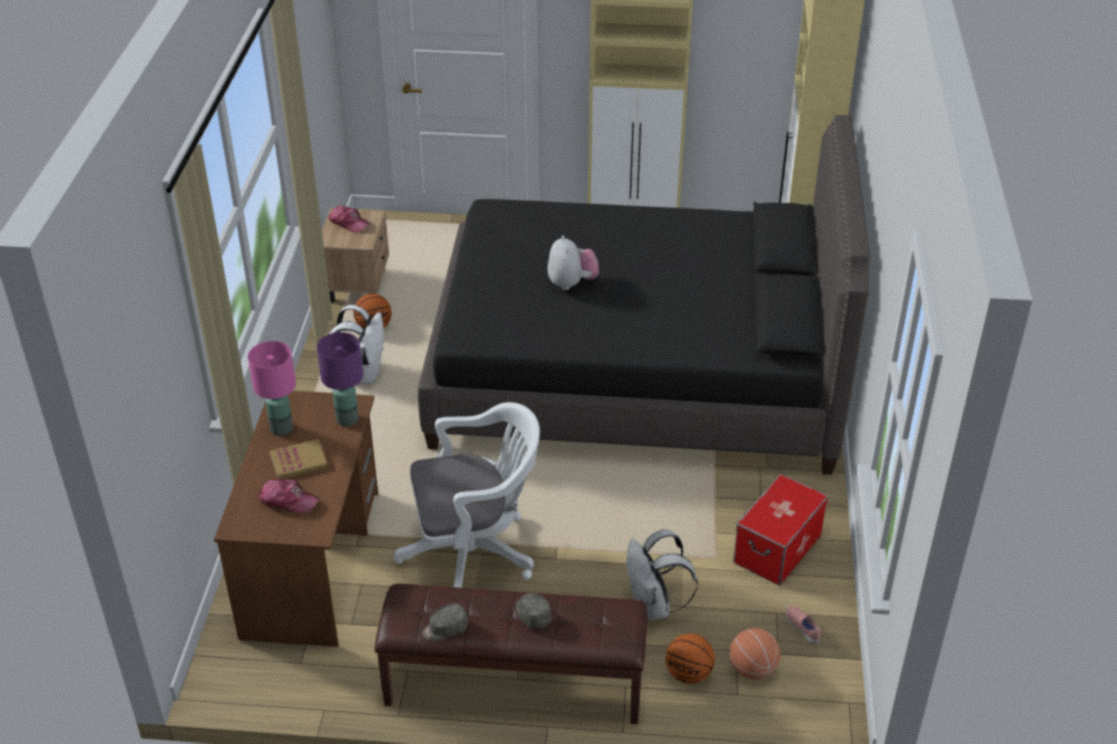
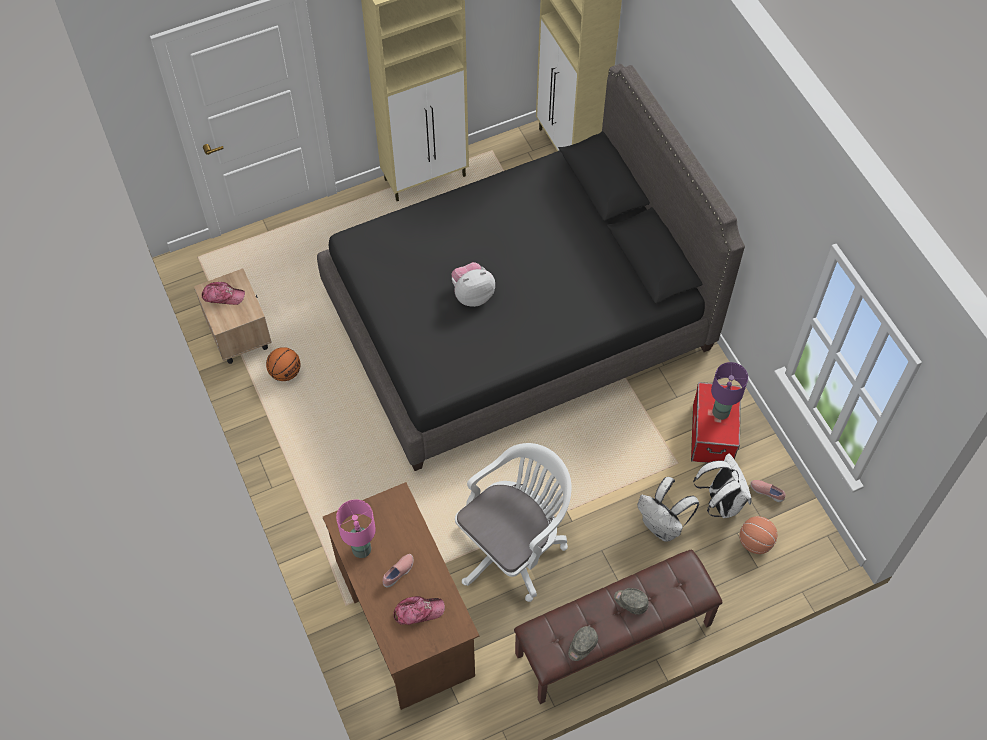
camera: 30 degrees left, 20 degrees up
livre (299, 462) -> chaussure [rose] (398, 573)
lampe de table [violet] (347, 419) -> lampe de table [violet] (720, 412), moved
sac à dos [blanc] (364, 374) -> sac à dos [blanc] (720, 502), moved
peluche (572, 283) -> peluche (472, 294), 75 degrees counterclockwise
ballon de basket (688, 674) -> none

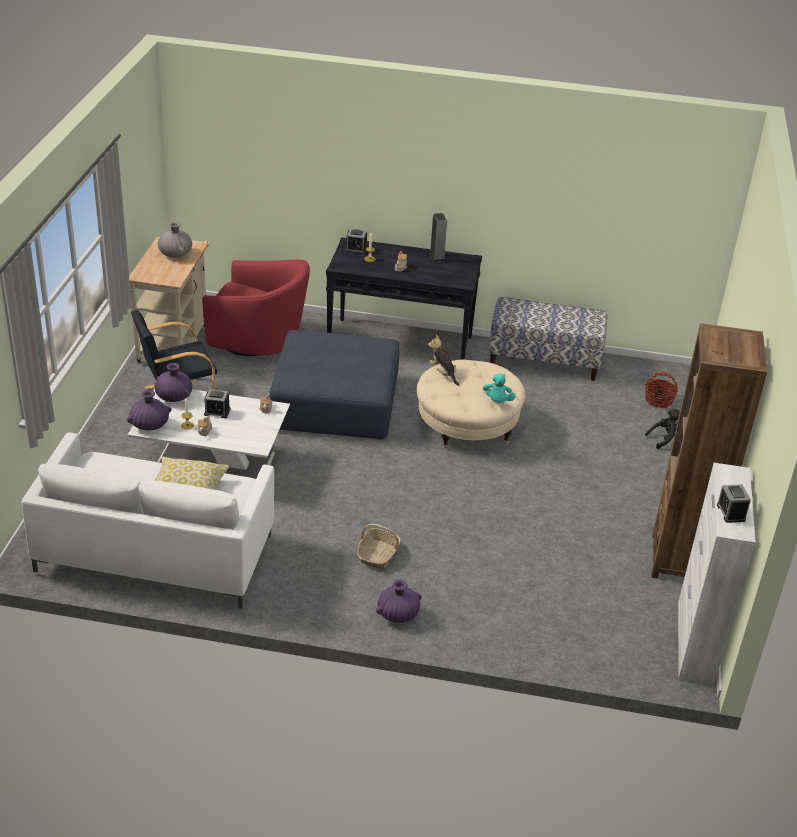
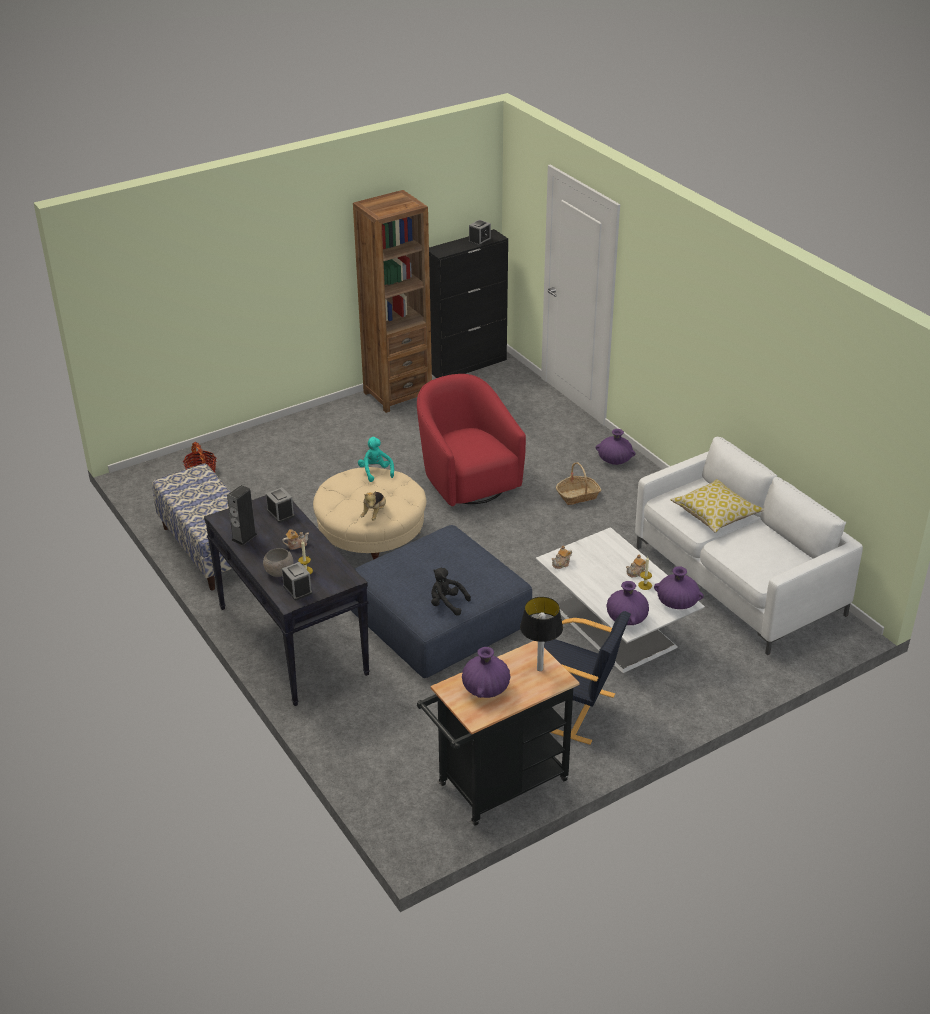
camera: 130 degrees left, 0 degrees up
chariot [beige] (175, 342) -> chariot [noir] (496, 786)
vase [gris] (175, 254) -> vase [violet] (485, 689)
fauteuil [rouge] (258, 341) -> fauteuil [rouge] (467, 480), moved
réveil (217, 412) -> réveil (280, 513), moved
peluche [turquoise] (497, 401) -> peluche [turquoise] (375, 471), 75 degrees counterclockwise
peluche [noir] (664, 439) -> peluche [noir] (447, 604), moved
meuble de rangement [blanc] (695, 642) -> meuble de rangement [noir] (468, 365)
none -> bol [gris] (279, 571)
none -> lampe de table (540, 668)

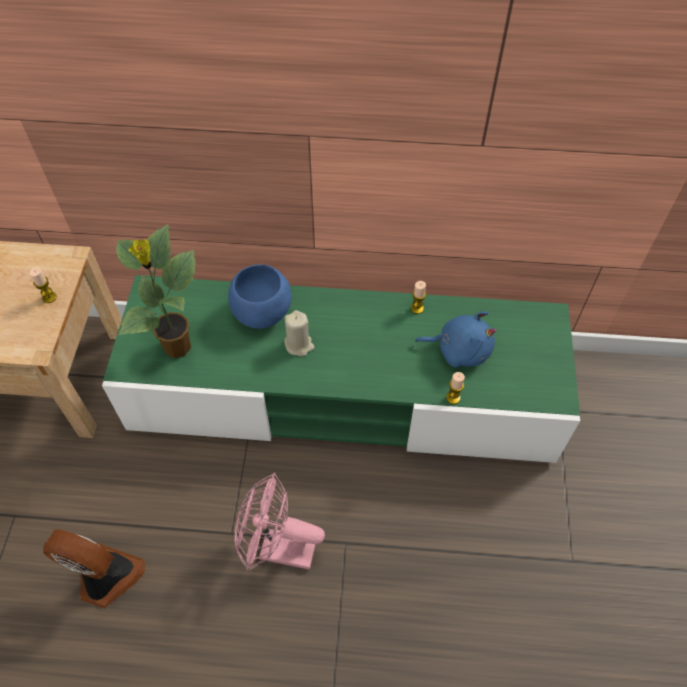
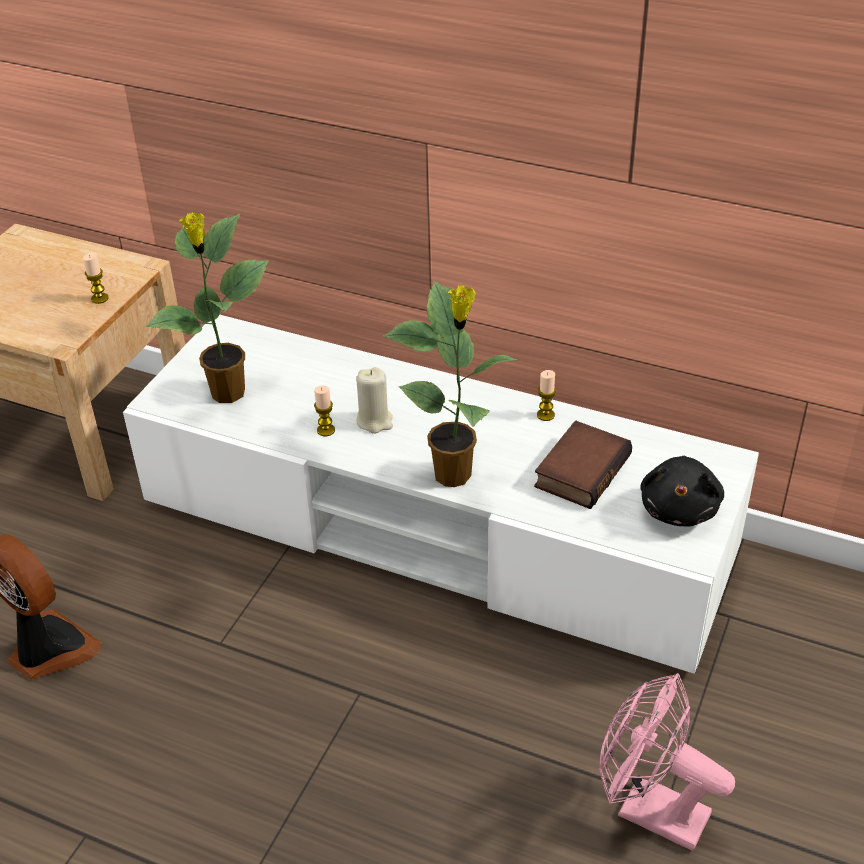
camera: 20 degrees right, 15 degrees down
meuble télé [vert] (343, 393) -> meuble télé [blanc] (434, 526)
bol [bleu] (263, 312) -> none
ventilateur [rose] (278, 549) -> ventilateur [rose] (649, 811), moved
peluche [bleu] (459, 350) -> livre (580, 470)
bougie (453, 398) -> bougie (326, 430), moved
none -> plante en pot (455, 475)
none -> peluche [noir] (679, 508)

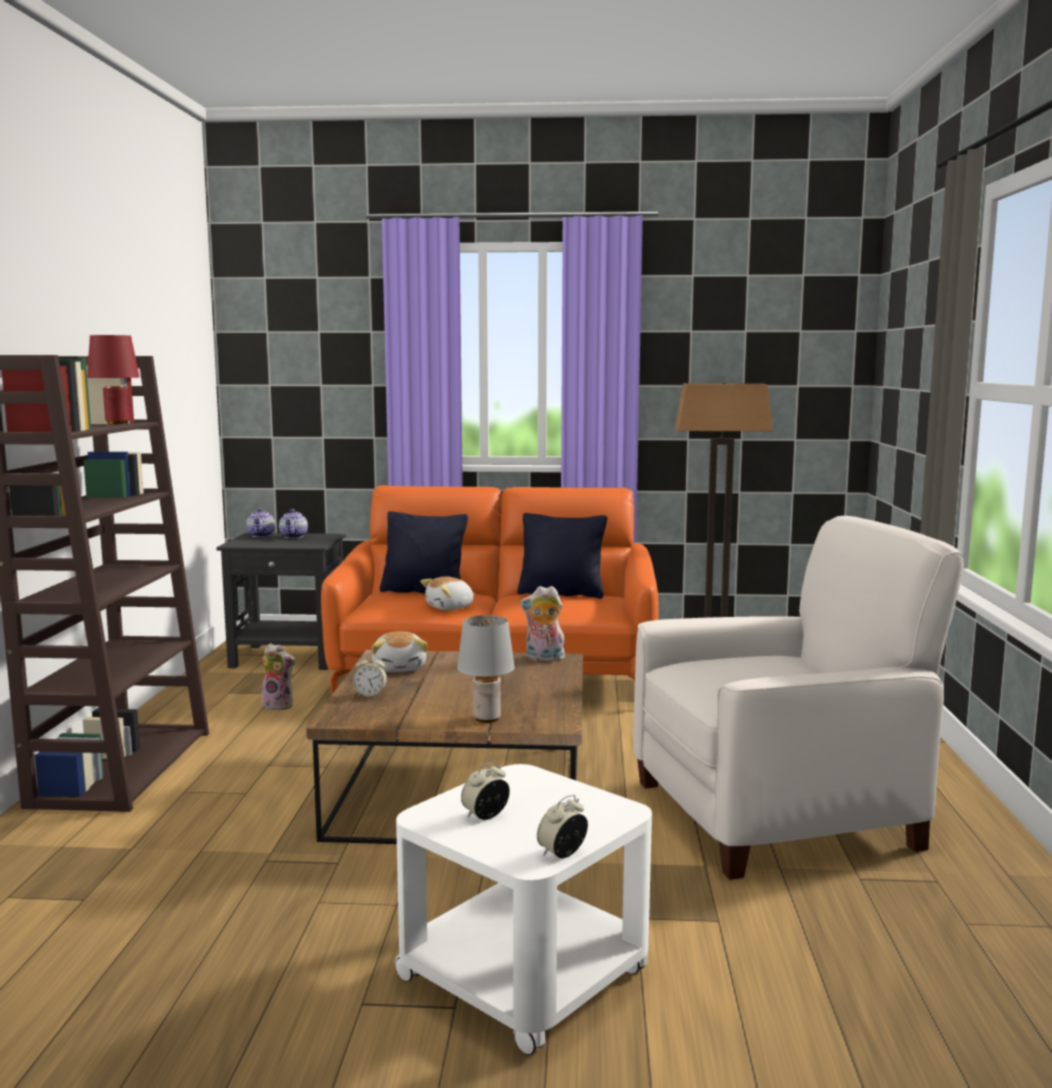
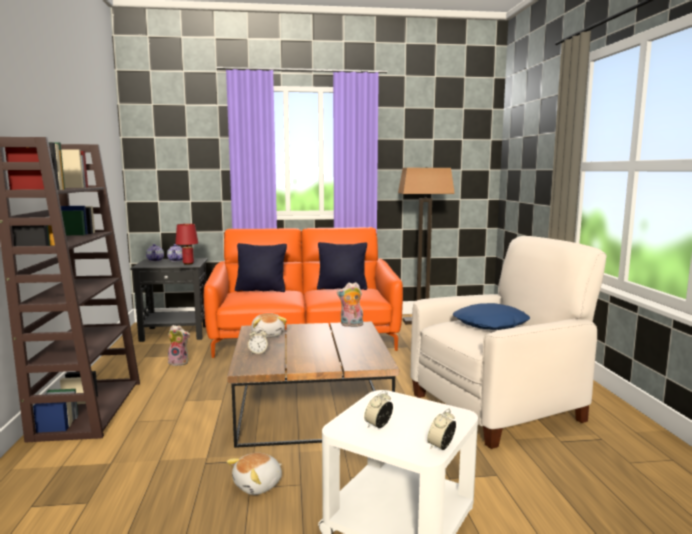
camera: 10 degrees left, 0 degrees up
lampe de table [rouge] (118, 423) -> lampe de table [rouge] (188, 263), moved
peluche (450, 607) -> peluche (258, 485), moved
lampe de table [gris] (487, 719) -> none
none -> coussin [bleu] (491, 324)

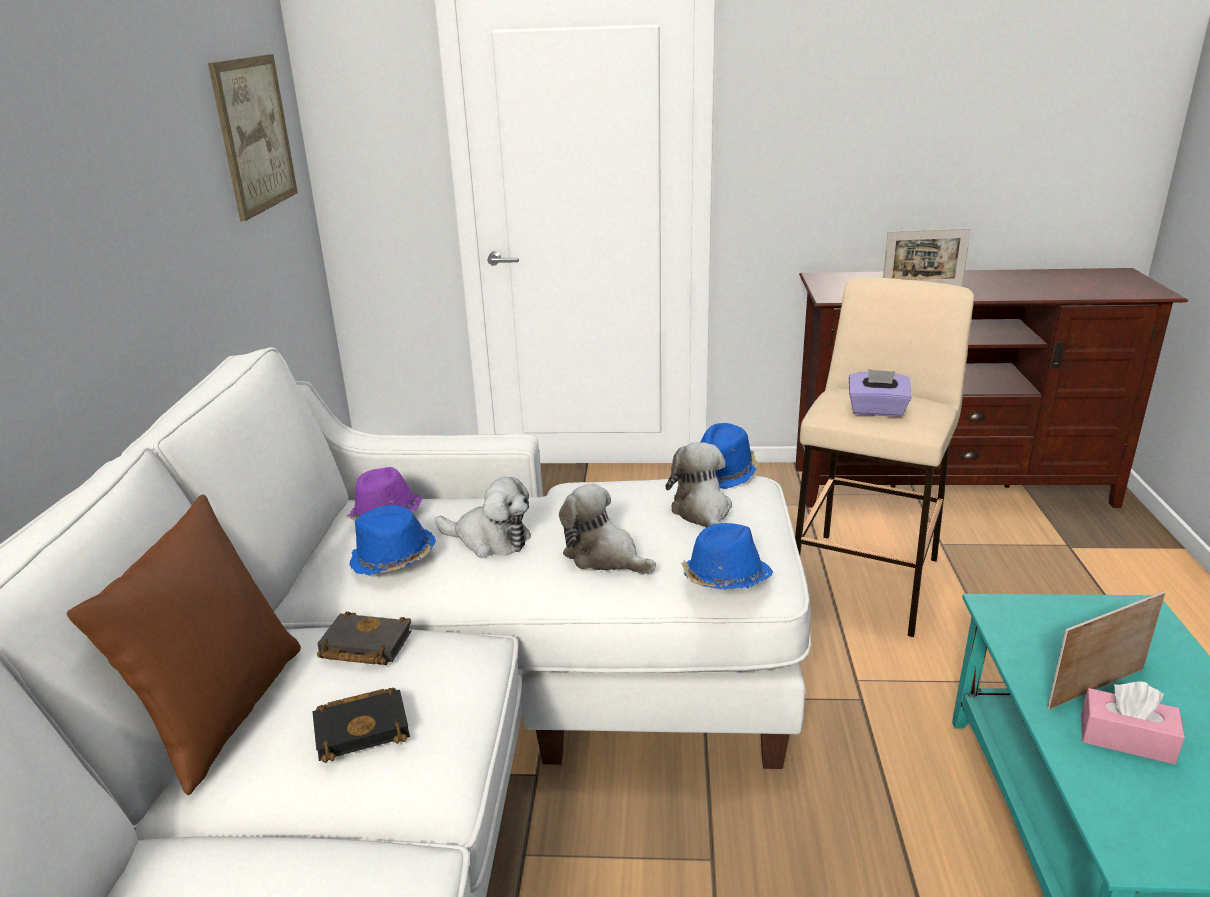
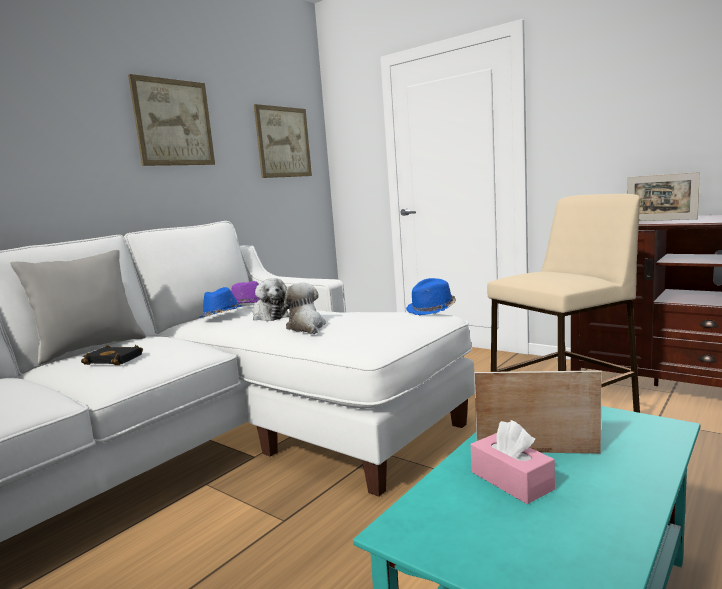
camera: 35 degrees right, 15 degrees down
coussin [marron] (222, 713) -> coussin [gris] (90, 348)
livre [noir] (362, 646) -> none
peluche (702, 512) -> none
chapeau [bleu] (725, 579) -> none
boîte à mouchoirs [violet] (877, 411) -> none
none -> tableau (173, 123)

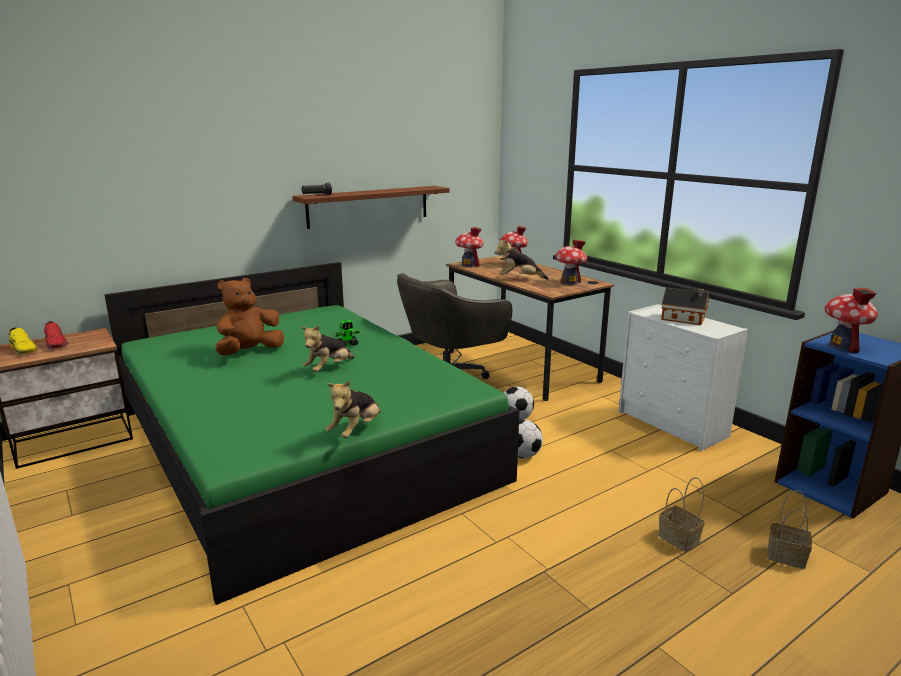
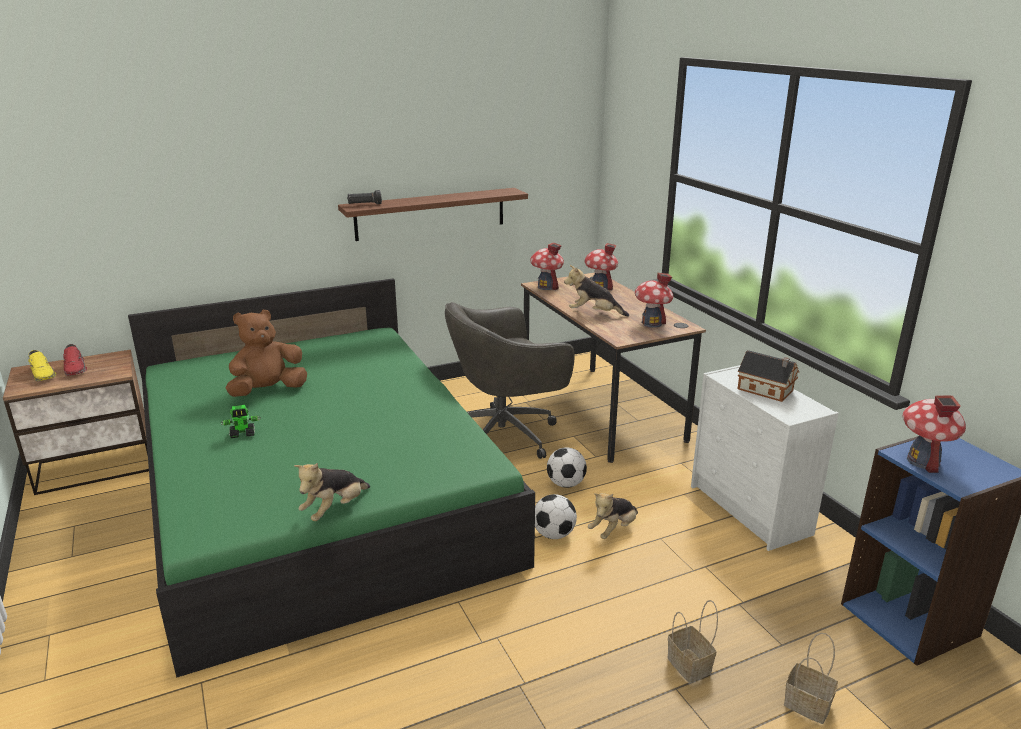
camera: 10 degrees right, 5 degrees up
peluche (328, 369) -> peluche (613, 530), moved
robot jouet (347, 344) -> robot jouet (243, 434), moved

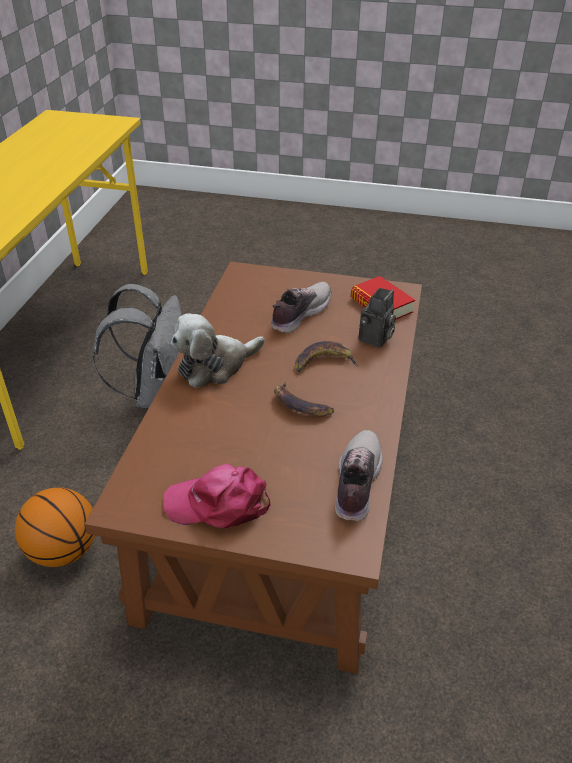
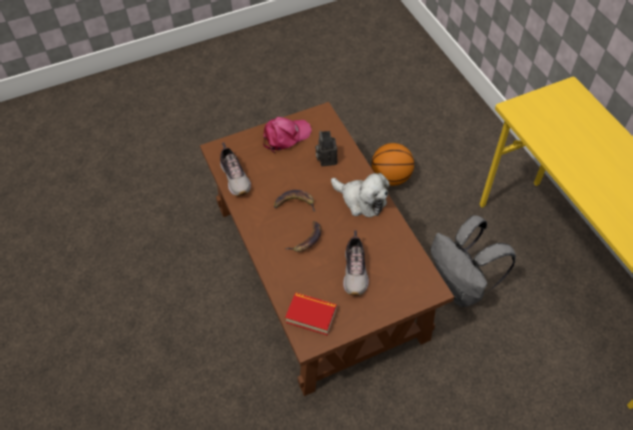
camera: 145 degrees right, 15 degrees up
peluche (215, 366) -> peluche (361, 200), 105 degrees clockwise
appareil photo (375, 339) -> appareil photo (326, 158), moved

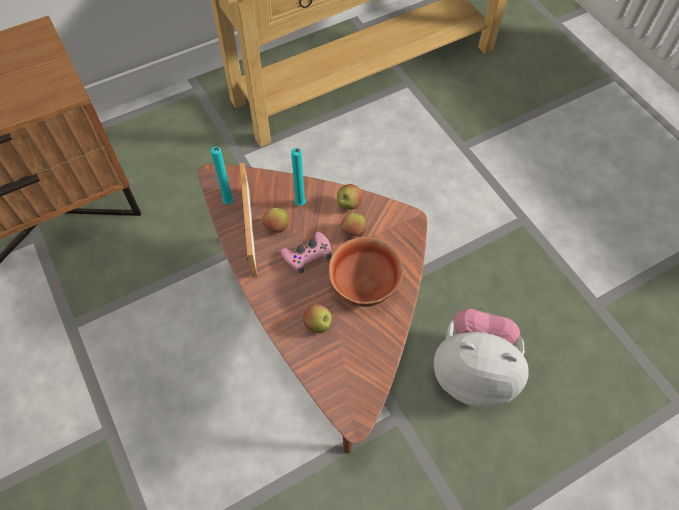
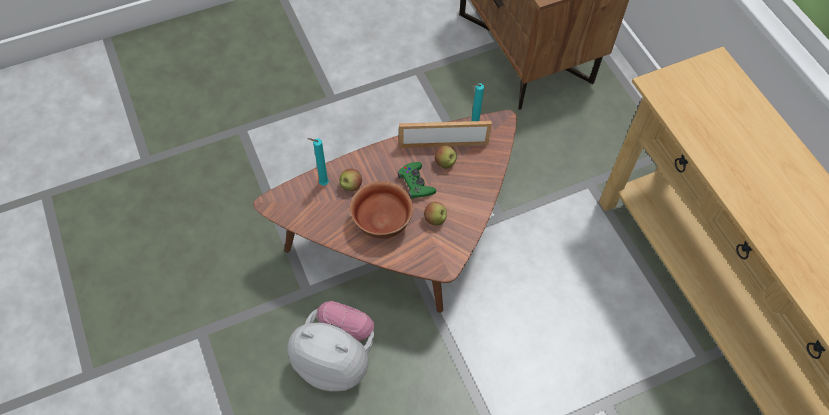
camera: 95 degrees right, 0 degrees up
manette [rose] (307, 255) -> manette [vert] (416, 183)
bougie [turquoise] (300, 205) -> bougie [turquoise] (322, 183), moved
pomme (348, 204) -> none
peluche (472, 372) -> peluche (336, 359), 90 degrees counterclockwise

